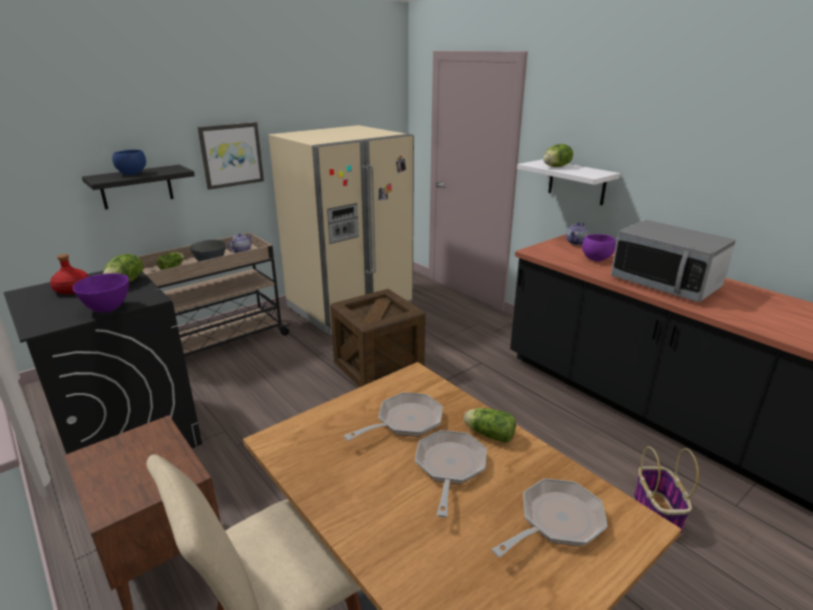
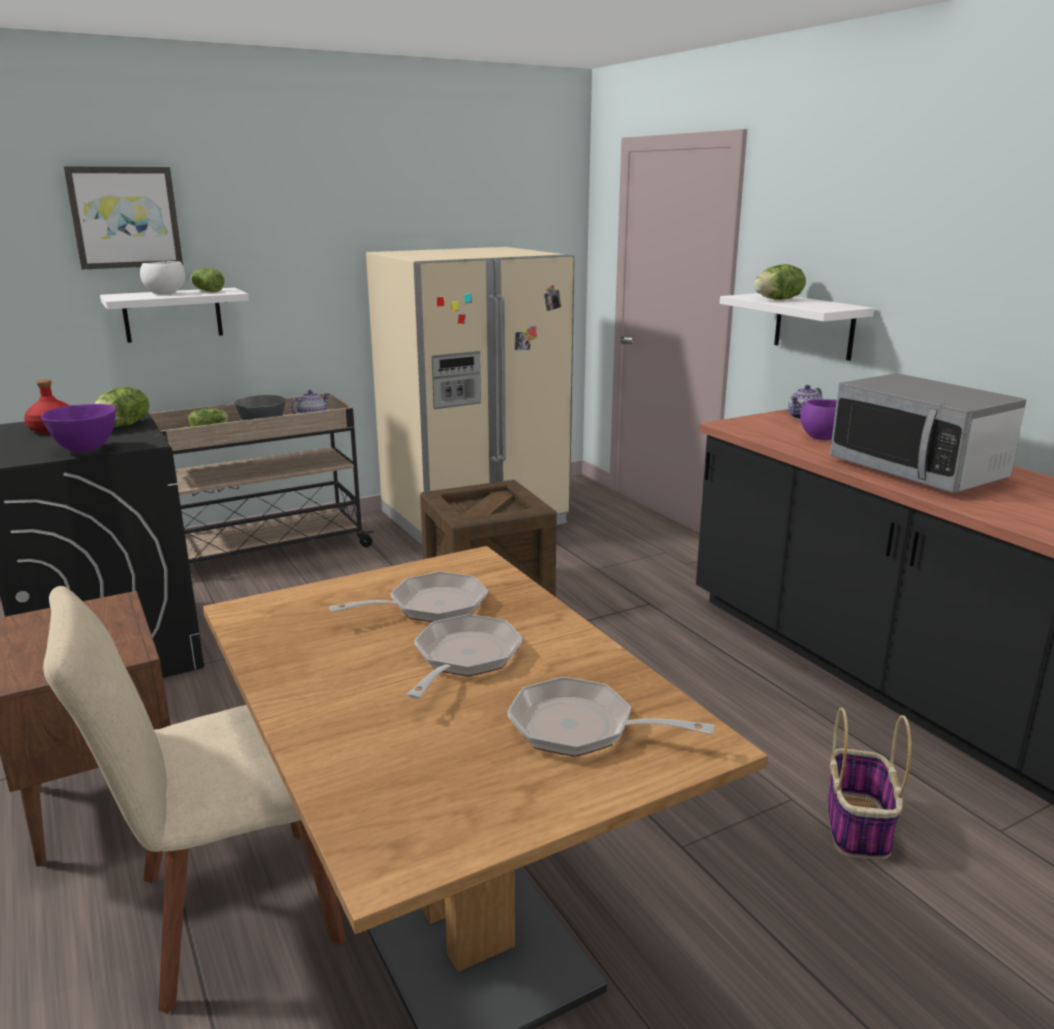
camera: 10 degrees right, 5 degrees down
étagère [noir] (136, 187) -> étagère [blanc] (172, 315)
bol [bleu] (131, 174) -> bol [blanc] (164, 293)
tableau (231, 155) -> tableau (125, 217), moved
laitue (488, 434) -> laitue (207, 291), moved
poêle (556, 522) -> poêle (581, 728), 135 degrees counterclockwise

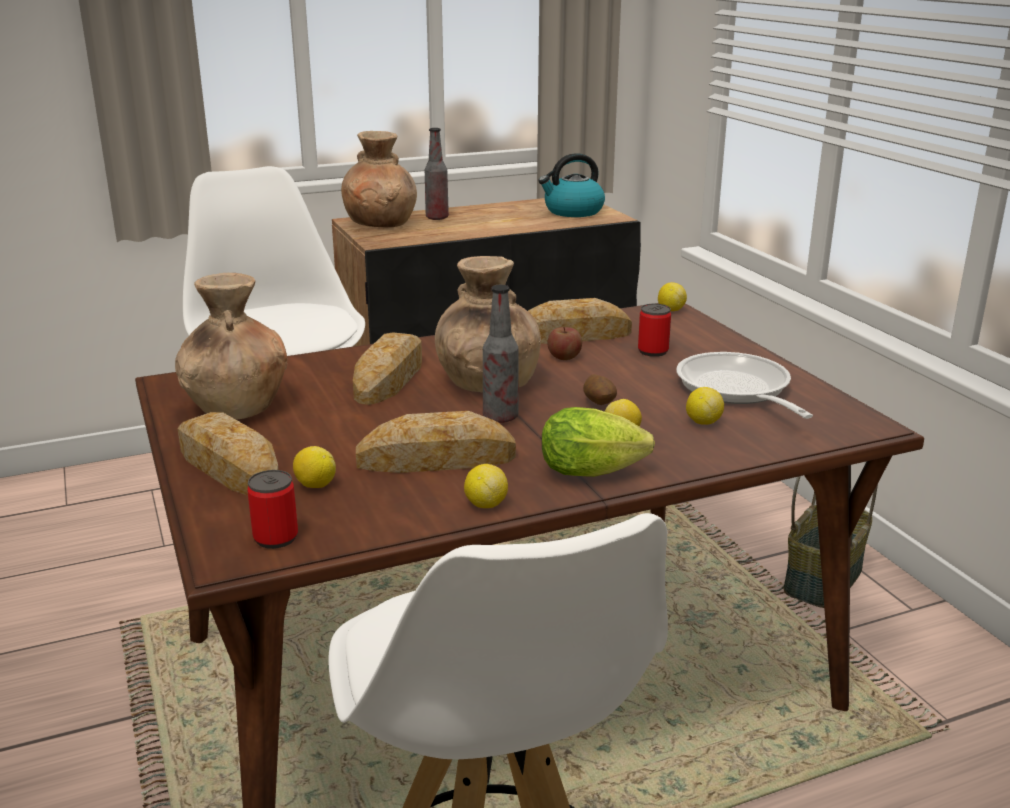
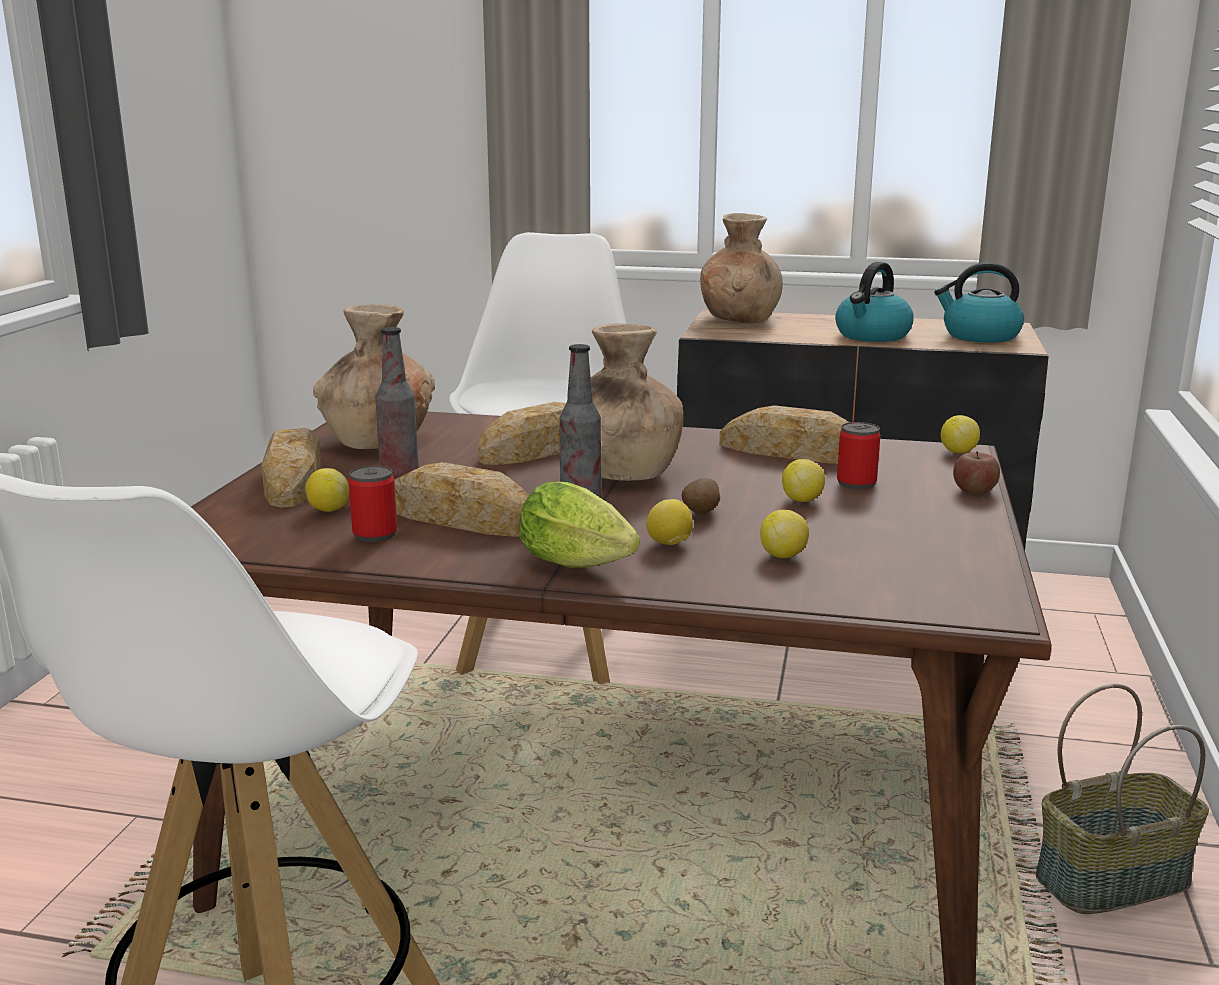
camera: 35 degrees right, 5 degrees down
boîte métallique (276, 538) -> boîte métallique (375, 534), moved
bouteille (437, 218) -> bouteille (399, 475), moved
citron (485, 504) -> citron (802, 500), moved
pomme (564, 357) -> pomme (974, 490), moved
poêle (736, 390) -> none
none -> bouilloire (872, 336)

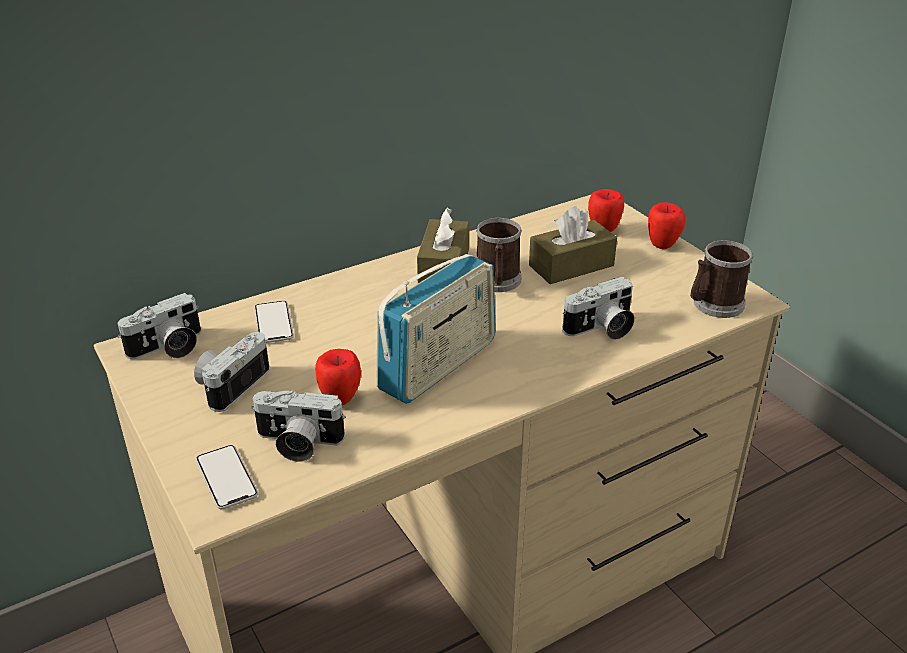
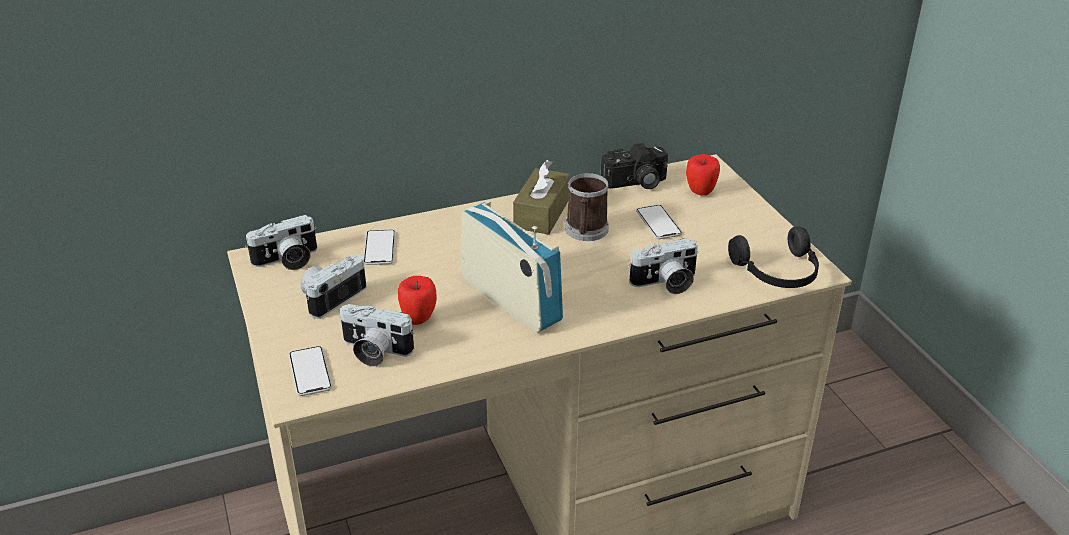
camera: 10 degrees right, 0 degrees up
radio (438, 366) -> radio (510, 300), 90 degrees counterclockwise
boîte à mouchoirs [marron] (571, 266) -> téléphone (658, 223)
pomme (662, 245) -> none
mug (713, 305) -> casque audio [noir] (778, 272)
none -> appareil photo (635, 183)

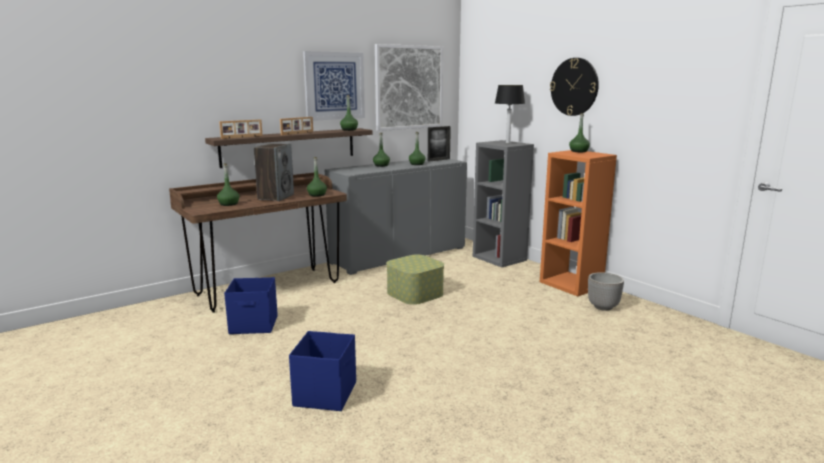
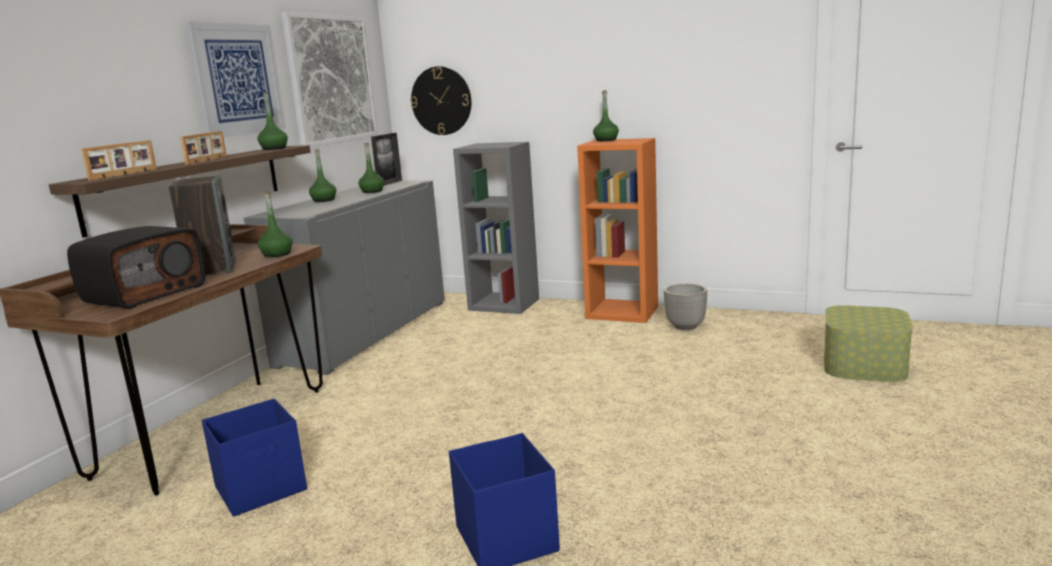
camera: 30 degrees left, 0 degrees up
bouteille [vert] (229, 204) -> radio (145, 294)
boîte de rangement (415, 293) -> boîte de rangement (864, 365), moved
lampe de table (507, 143) -> none
horloge murale (574, 87) -> horloge murale (441, 101), moved

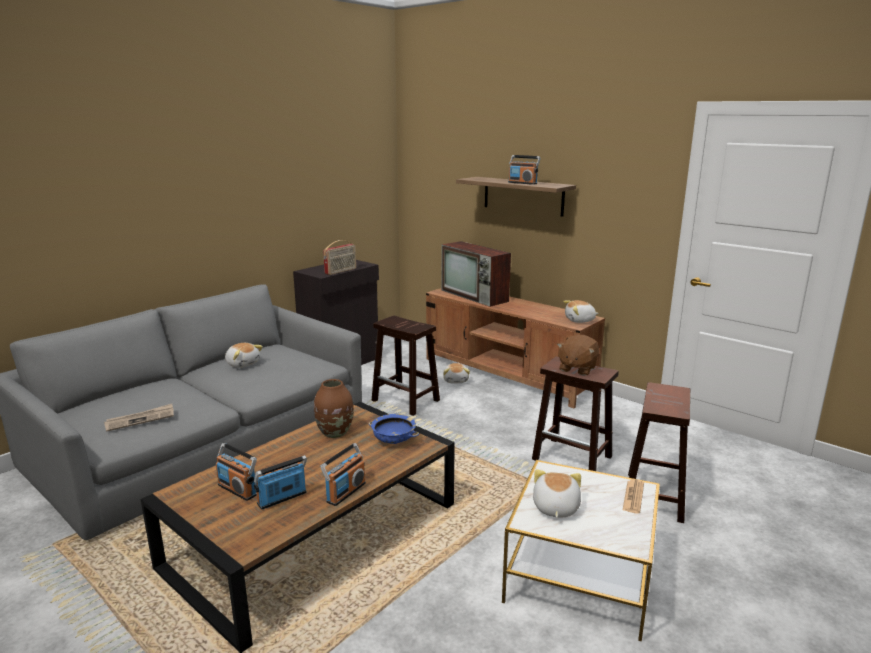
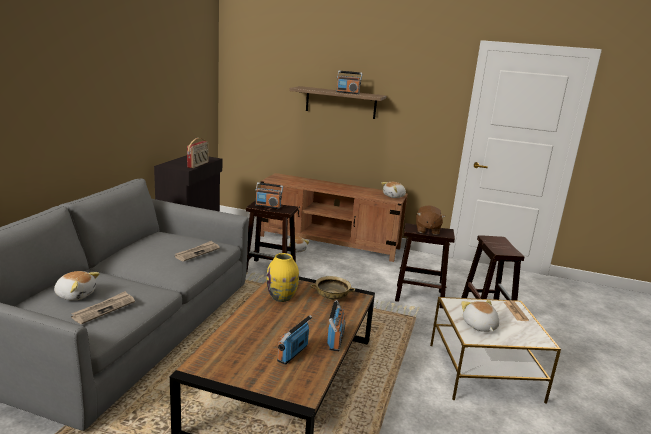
camera: 25 degrees left, 0 degrees up
radio (237, 489) -> radio (268, 206), moved
peluche (243, 364) -> peluche (76, 294), moved
vase [marron] (335, 433) -> vase [jaune] (282, 297)
bol [bleu] (394, 440) -> bol [beige] (332, 297)
téléviseur (475, 296) -> none
none -> journal (197, 252)

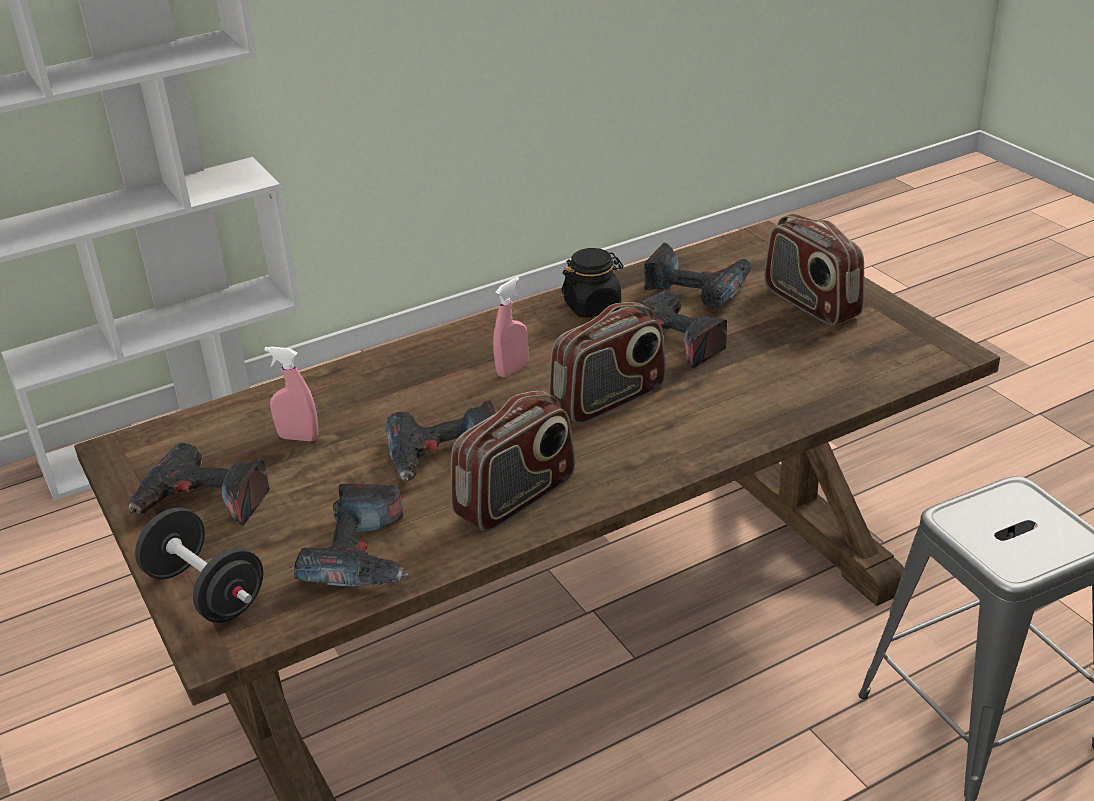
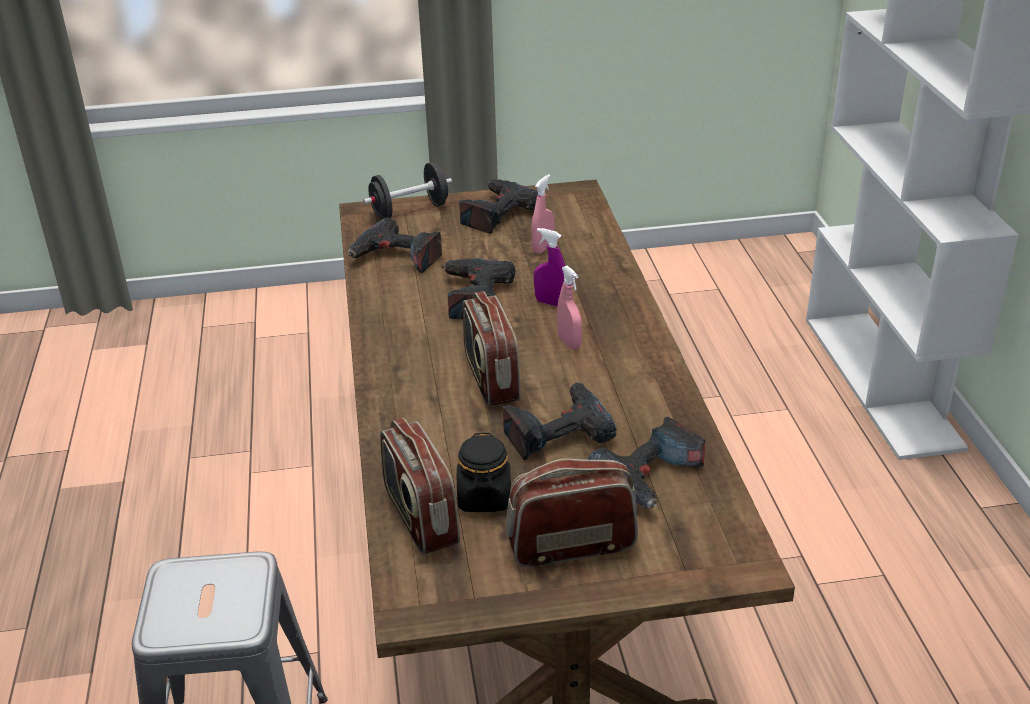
camera: 110 degrees right, 0 degrees up
radio (516, 498) -> radio (420, 517), moved
bocal [noir] (593, 306) -> bocal [noir] (484, 497), moved
none -> vaporisateur [violet] (550, 303)

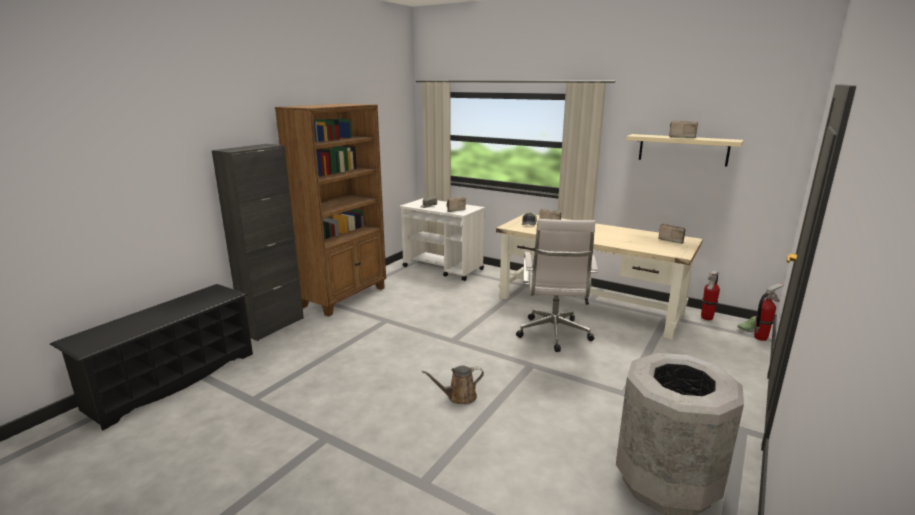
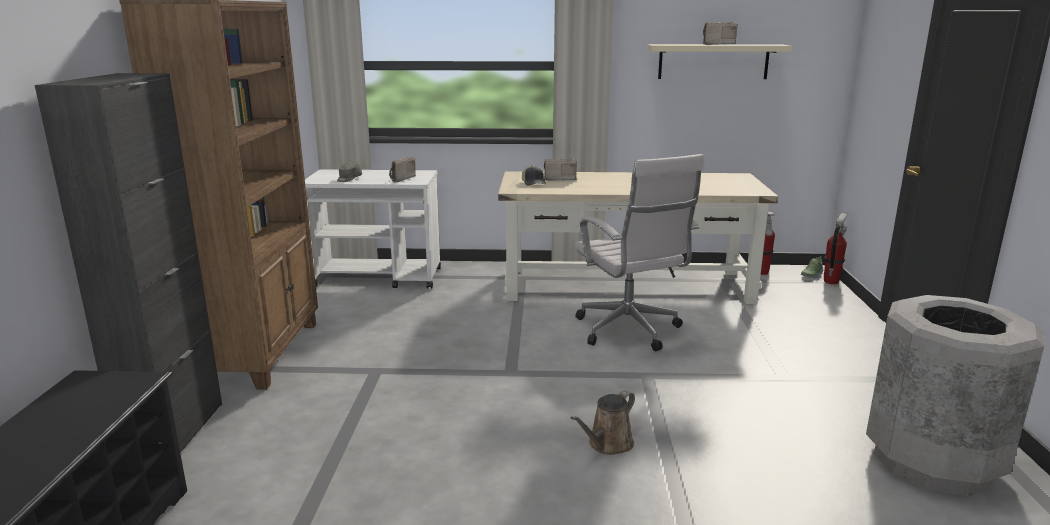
camera: 30 degrees left, 0 degrees up
radio (671, 240) -> none

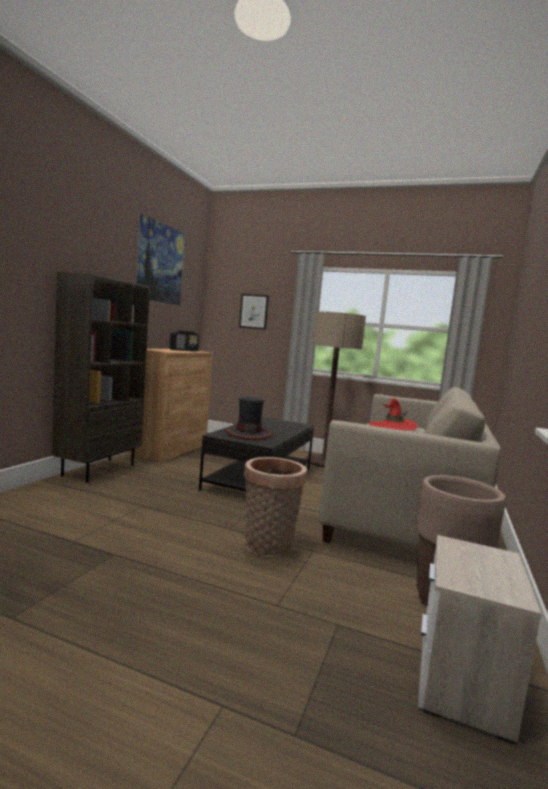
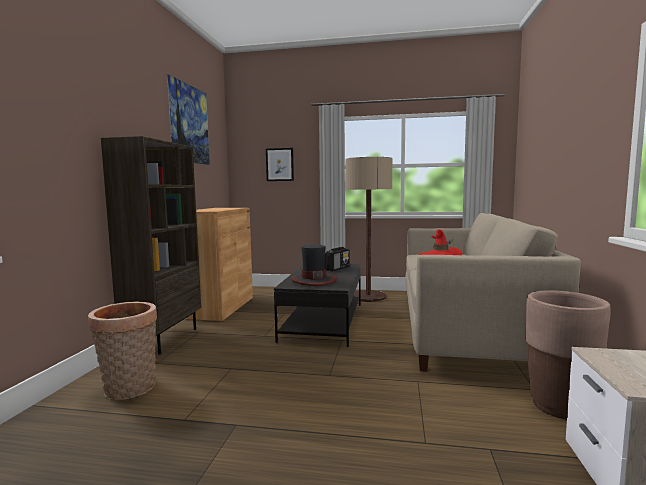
camera: 10 degrees left, 0 degrees up
radio (184, 350) -> radio (337, 268), moved
panier (268, 548) -> panier (129, 390), moved

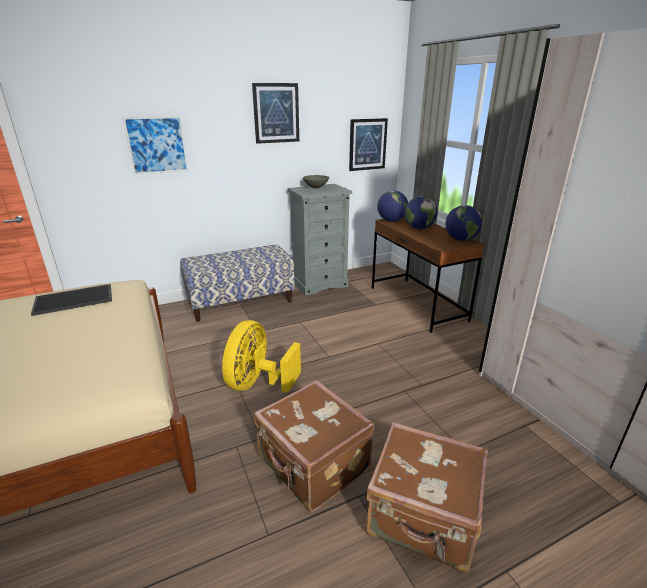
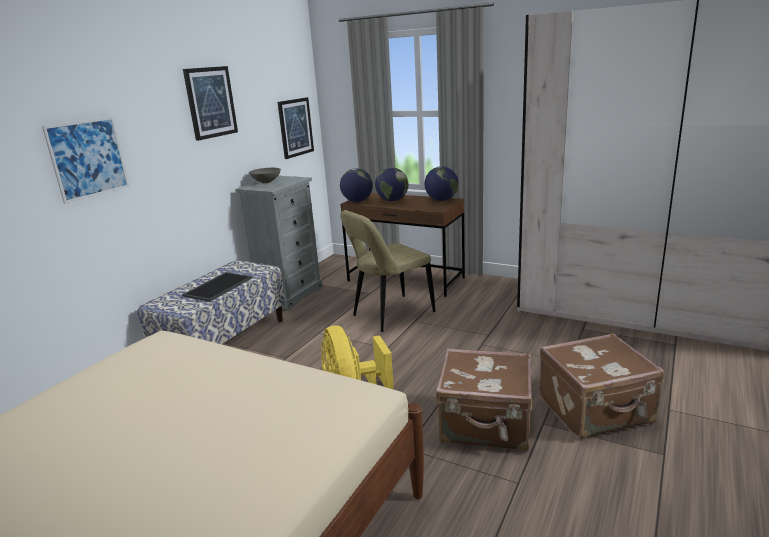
camera: 35 degrees left, 5 degrees down
plateau (73, 300) -> plateau (219, 287), moved
none -> chaise [beige] (390, 315)

